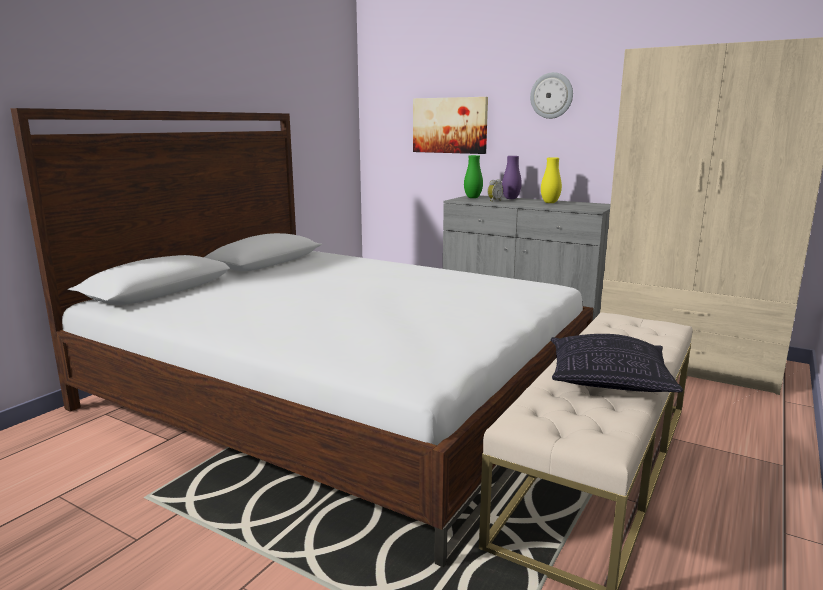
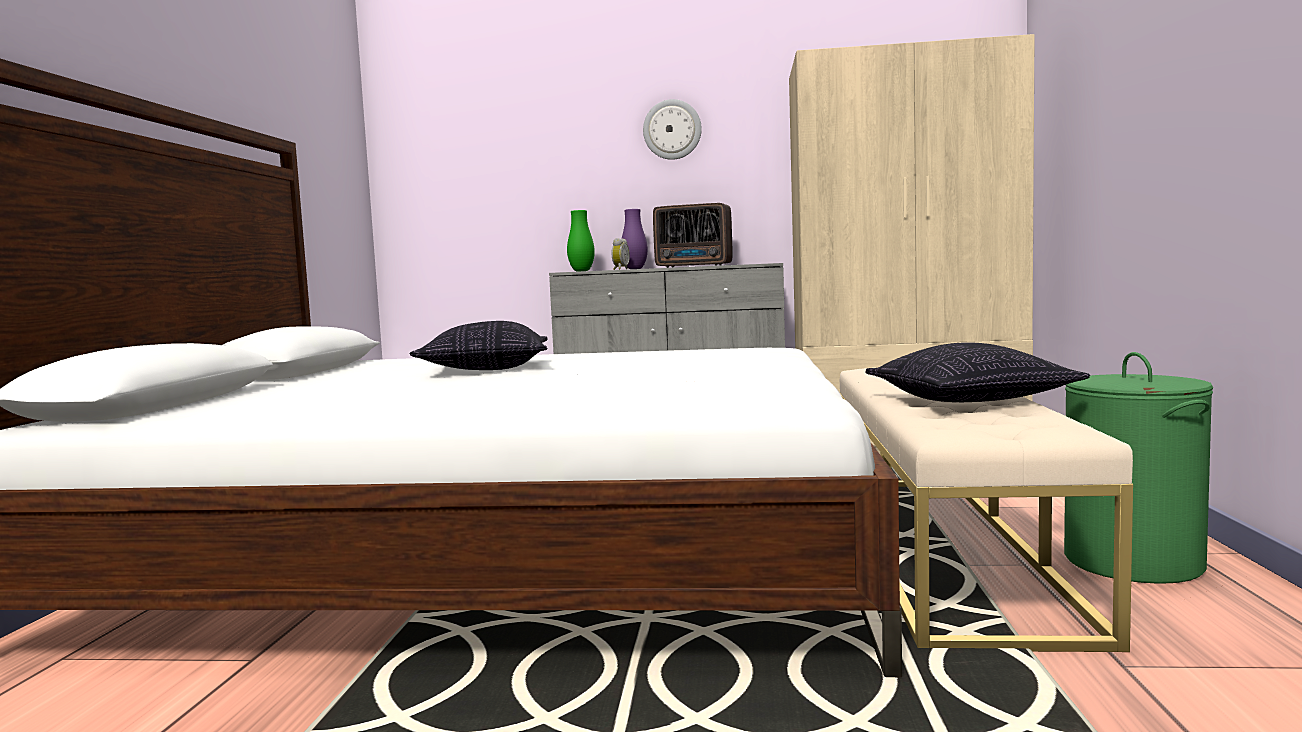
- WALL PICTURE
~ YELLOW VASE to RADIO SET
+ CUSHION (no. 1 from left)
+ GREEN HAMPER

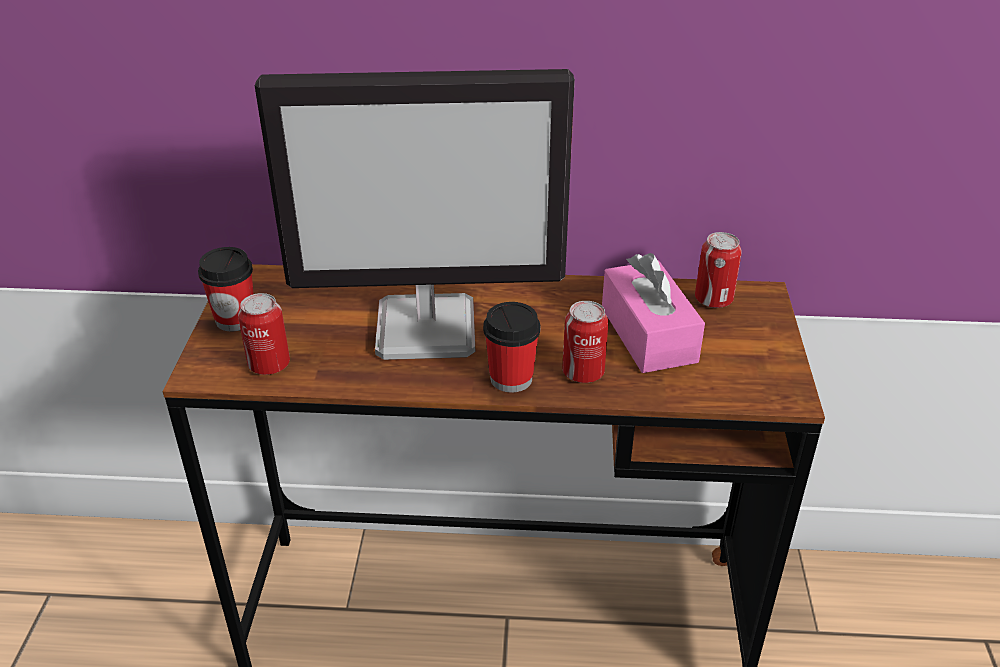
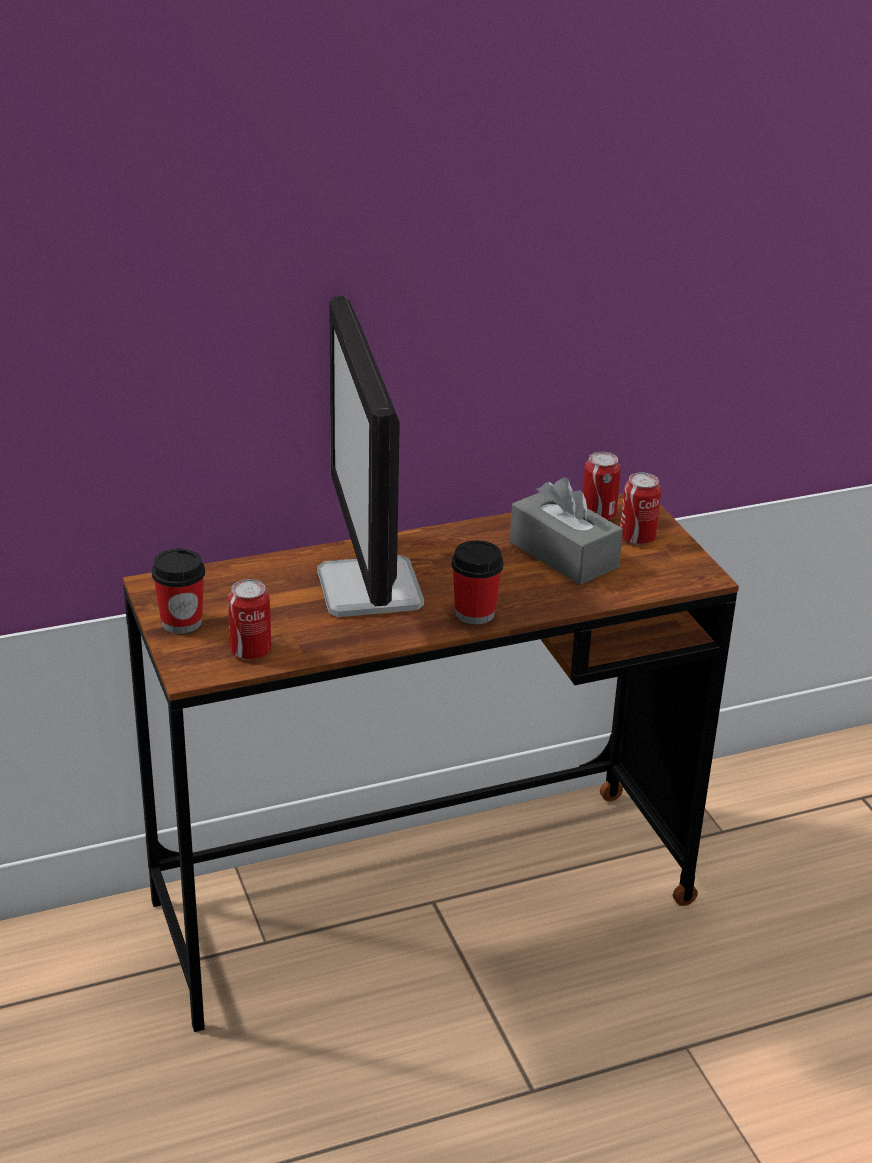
~ MONITOR 105 degrees clockwise
~ PINK TISSUE HOLDER to GREYISH TISSUE HOLDER
~ SEALED CAN (no. 2 from left in the first image) to SEALED CAN (no. 3 from left)

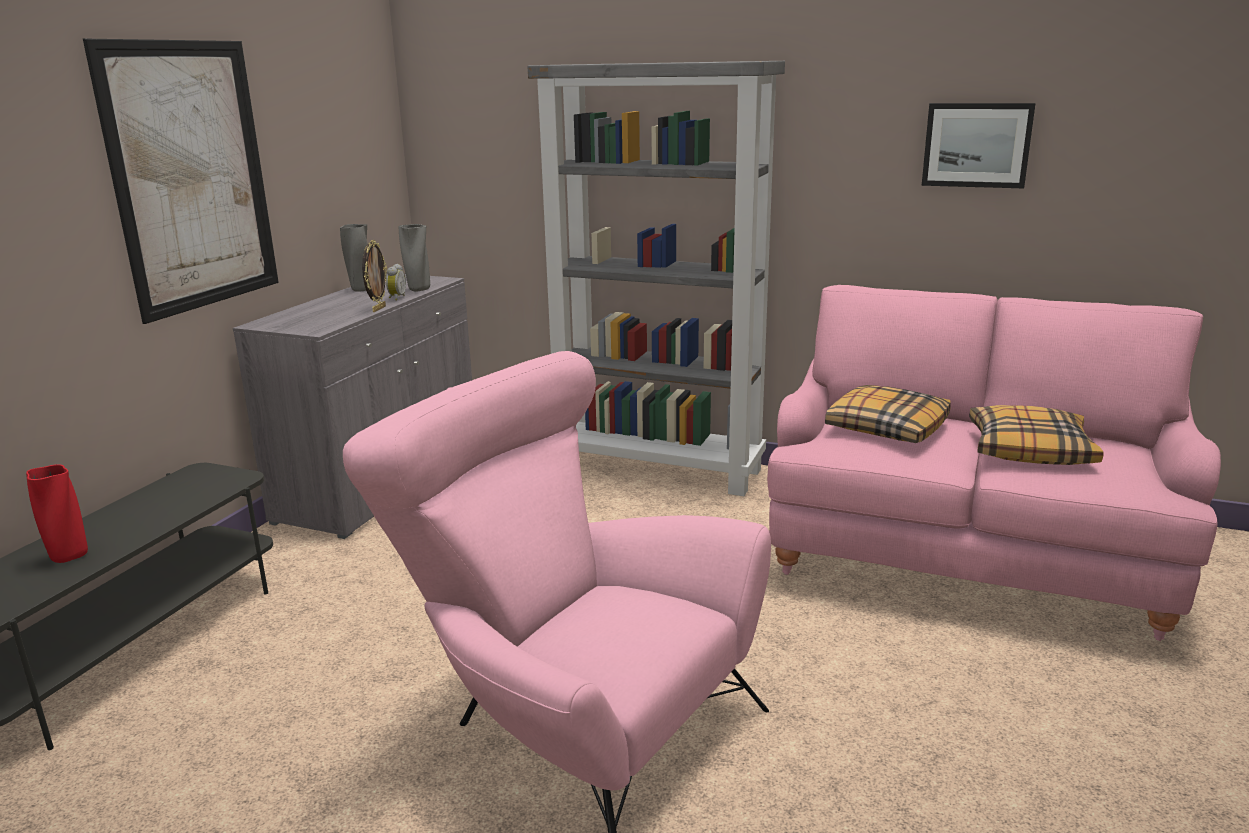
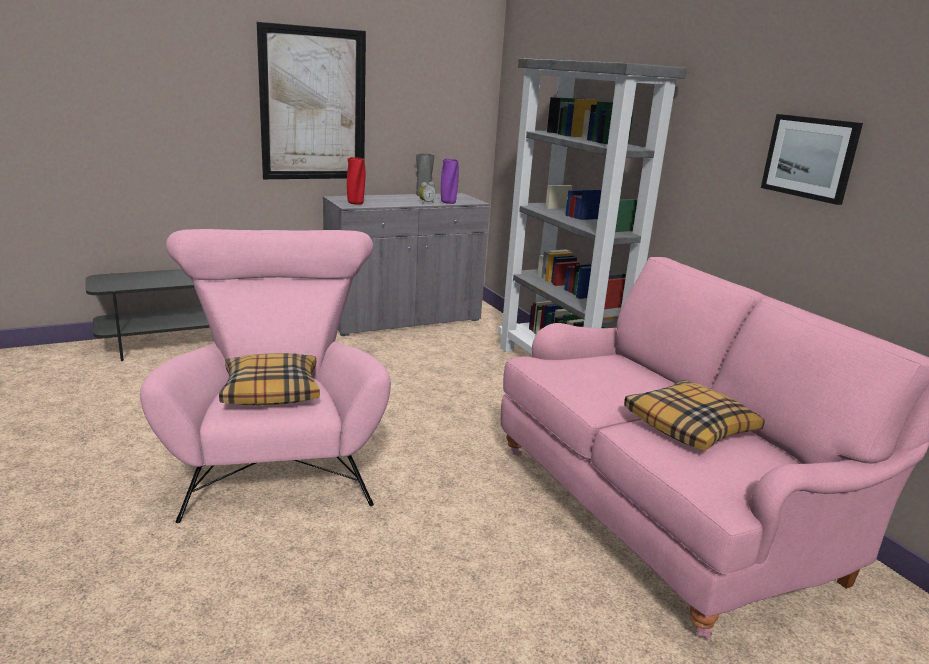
~ GREYISH VASE (no. 2 from left) to PURPLE VASE
- PICTURE FRAME
~ CUSHION (no. 1 from left)
~ RED VASE

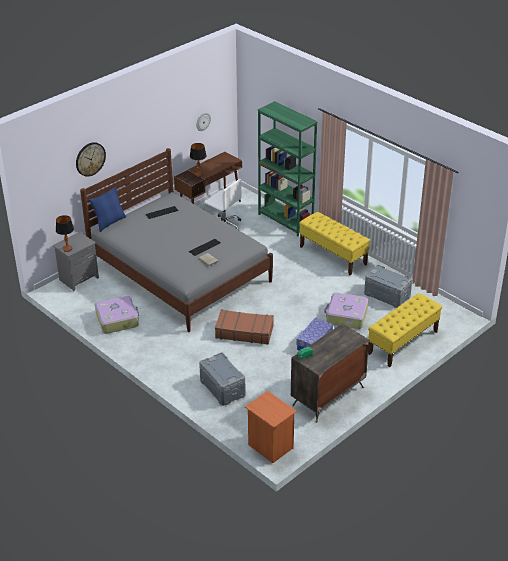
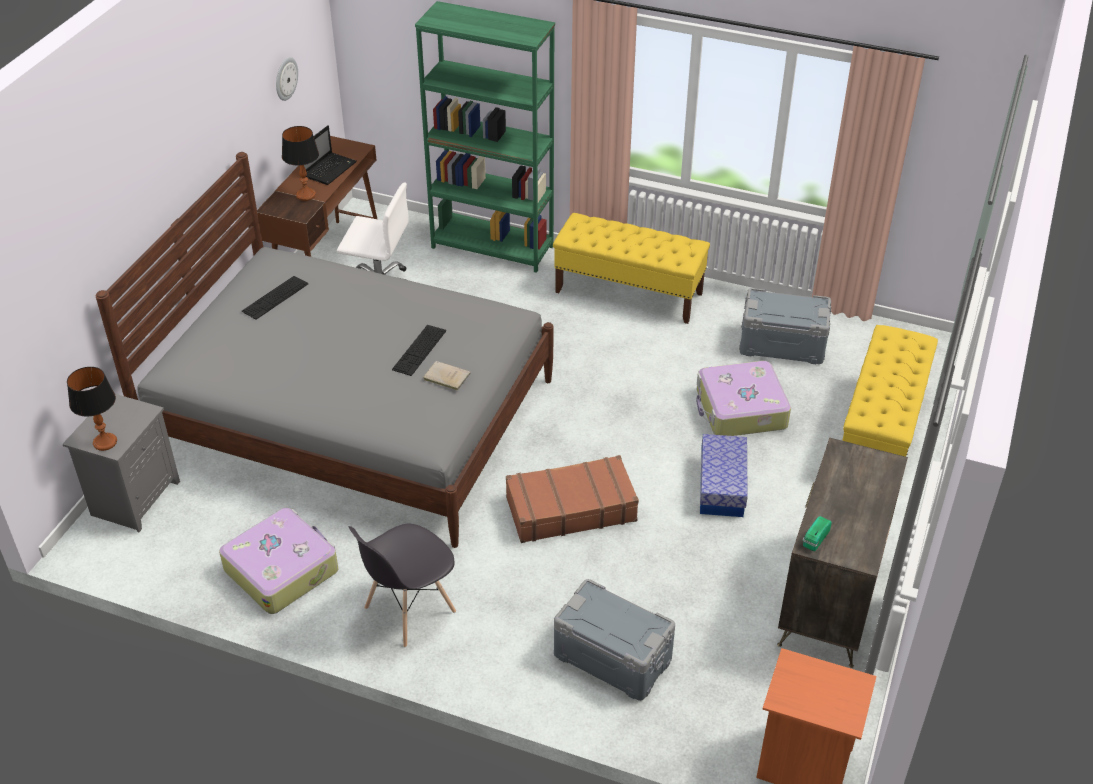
- HANGING CLOCK (no. 1 from left)
- BLUE-COLOURED CUSHION
+ LAPTOP
+ GREYISH UPRIGHT CHAIR

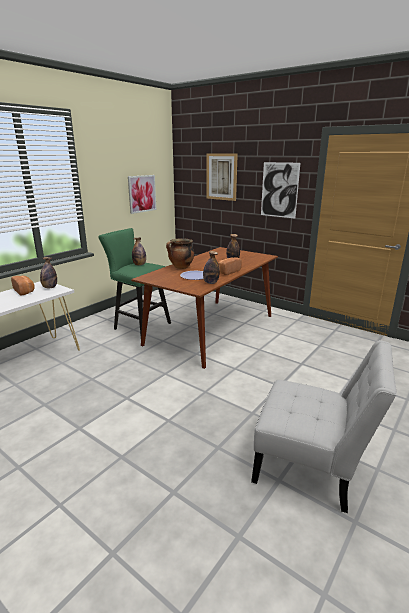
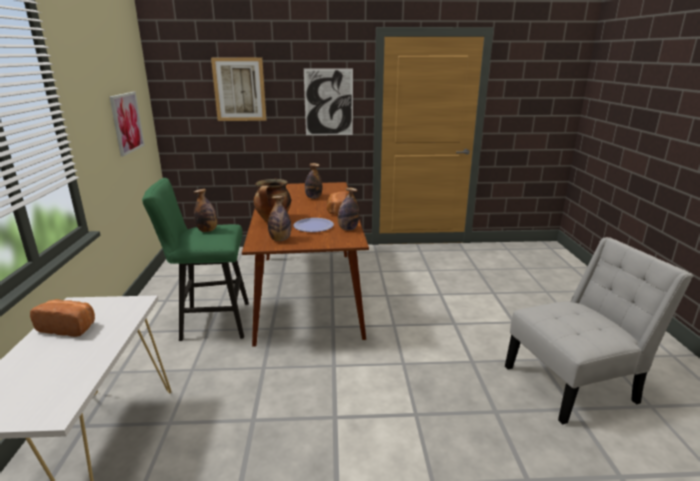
~ BOTTLE (no. 1 from left in the first image) to BOTTLE (no. 2 from left)

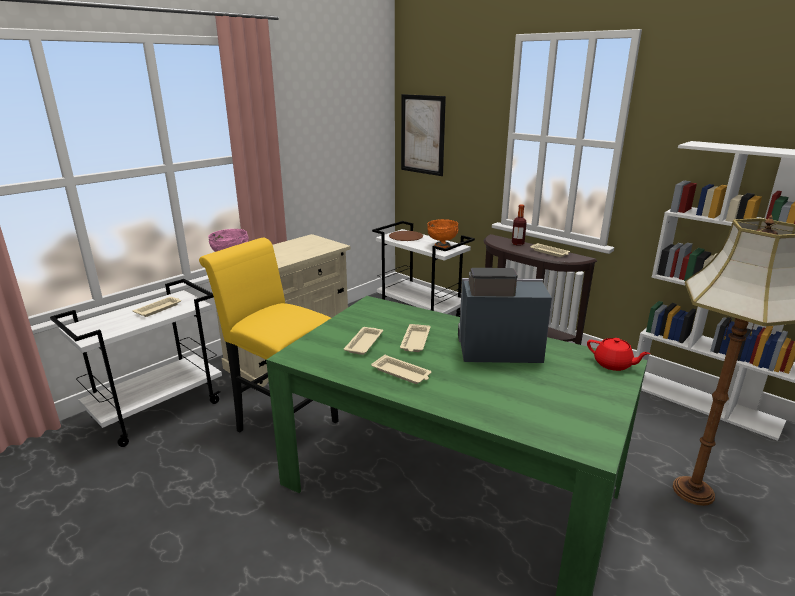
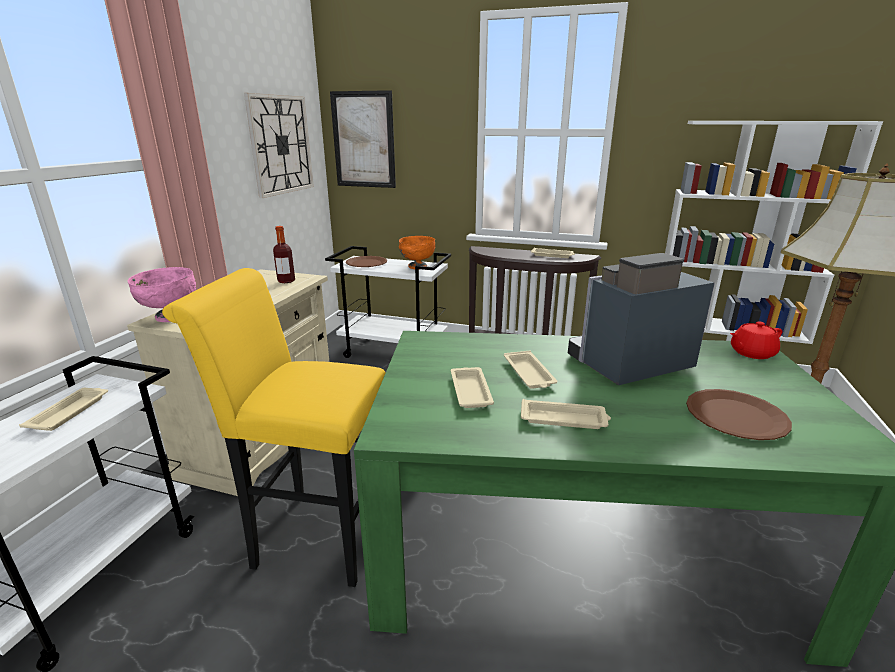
~ BOTTLE
~ RED TEAPOT 150 degrees clockwise
+ HANGING CLOCK
+ BROWN FLAT DISH (no. 2 from left)

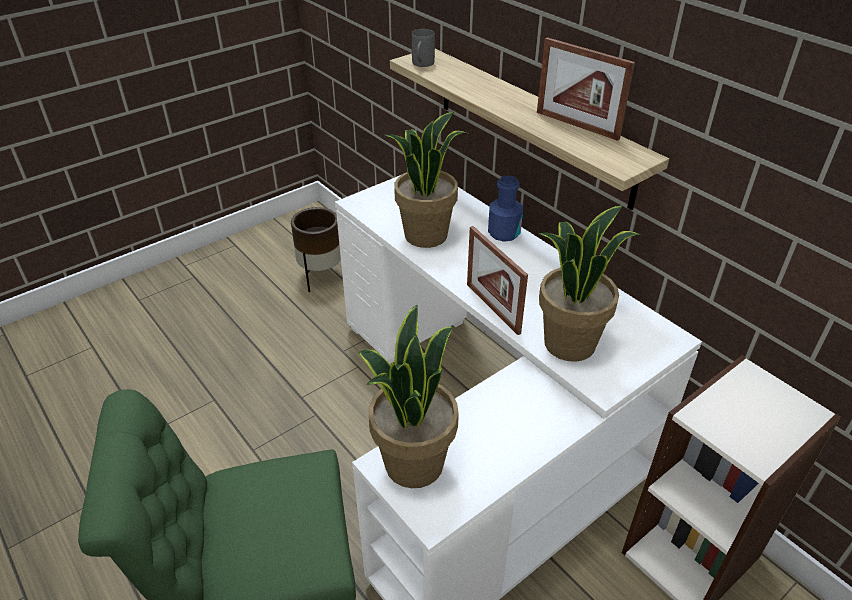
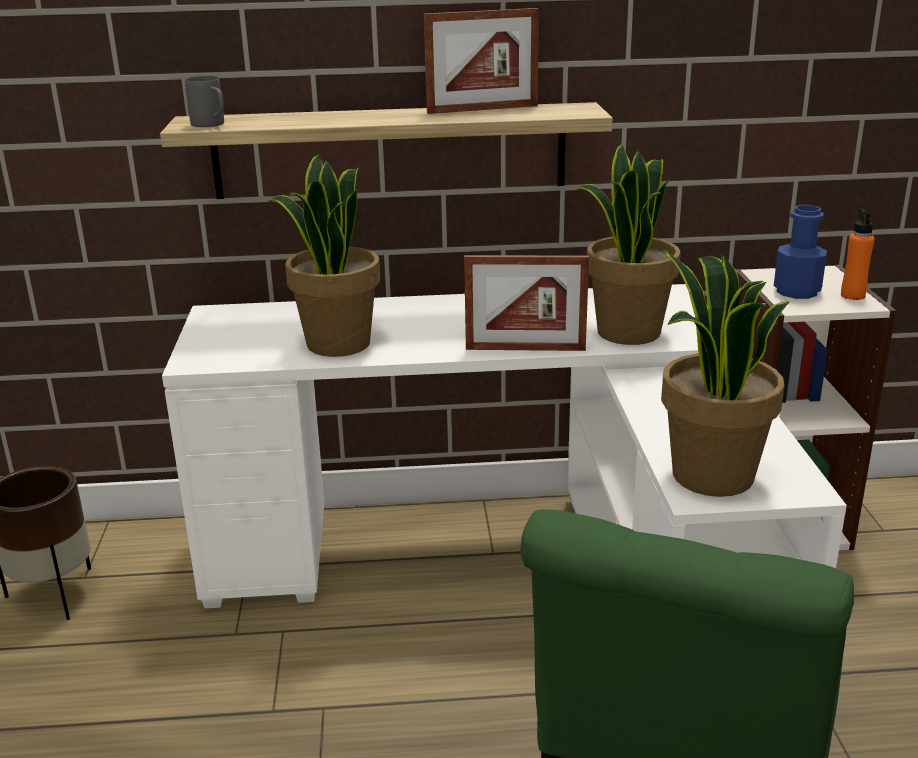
~ BLUE-COLOURED BOTTLE
+ ORANGE-COLOURED BOTTLE

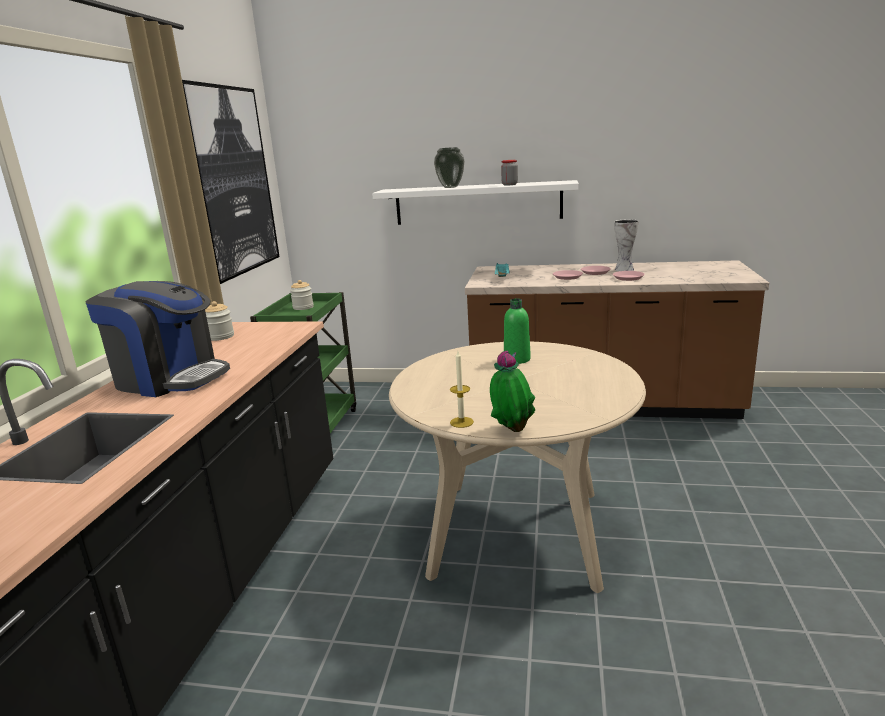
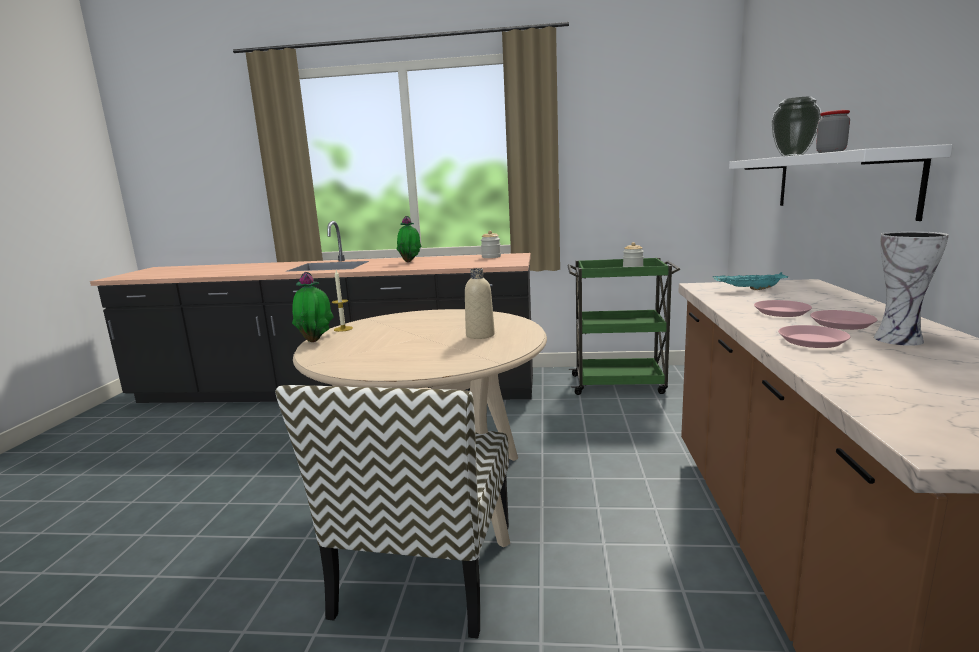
- WALL PICTURE
~ COFFEE MACHINE to POTTED PLANT (no. 2 from left)
~ GREEN BOTTLE to BEIGE-COLOURED BOTTLE
+ UPRIGHT CHAIR

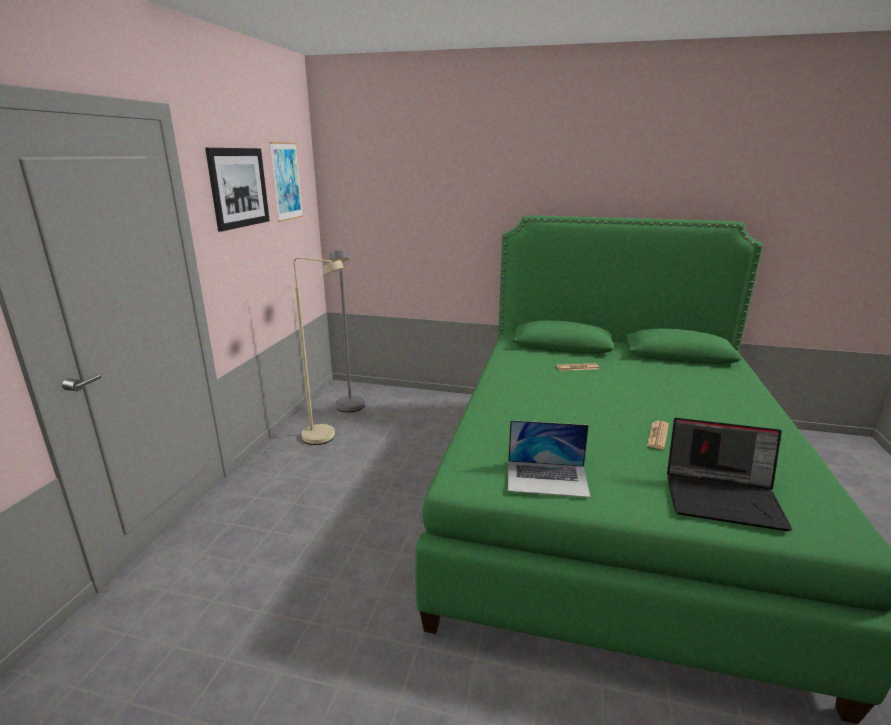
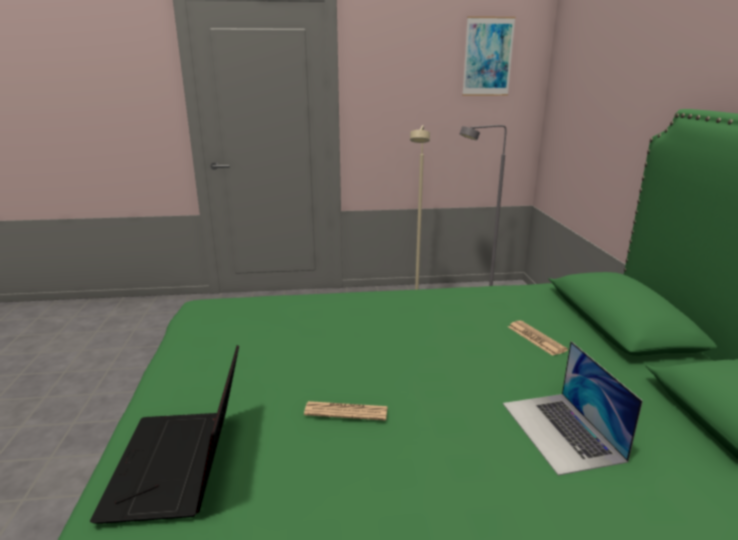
- WALL PICTURE (no. 1 from left)
~ LAPTOP (no. 1 from left in the first image) to LAPTOP (no. 2 from left)

